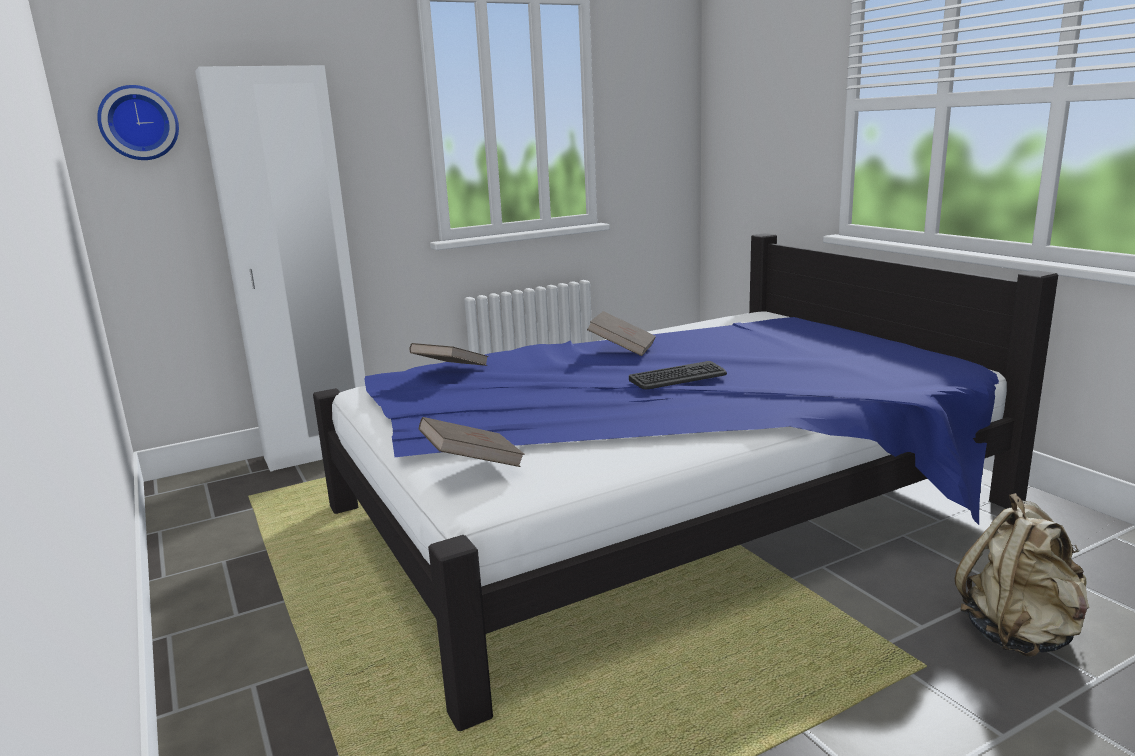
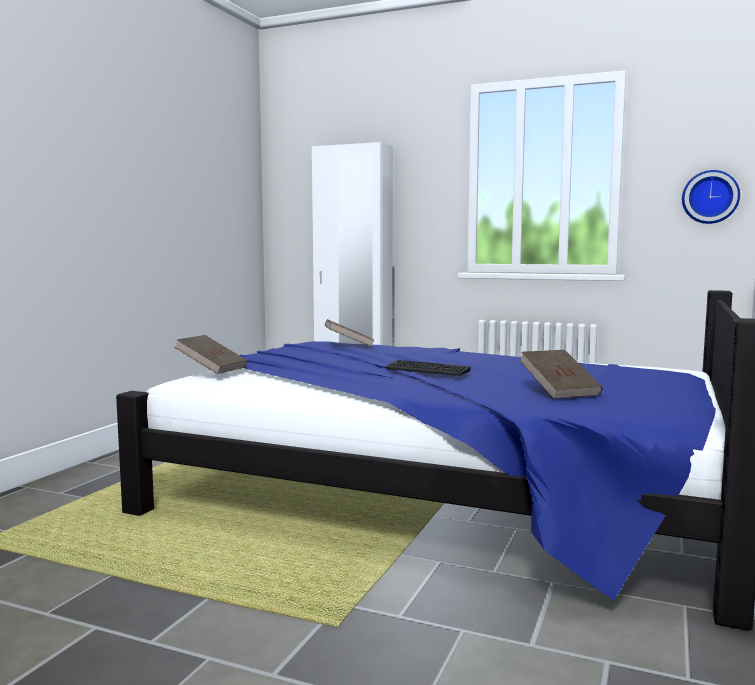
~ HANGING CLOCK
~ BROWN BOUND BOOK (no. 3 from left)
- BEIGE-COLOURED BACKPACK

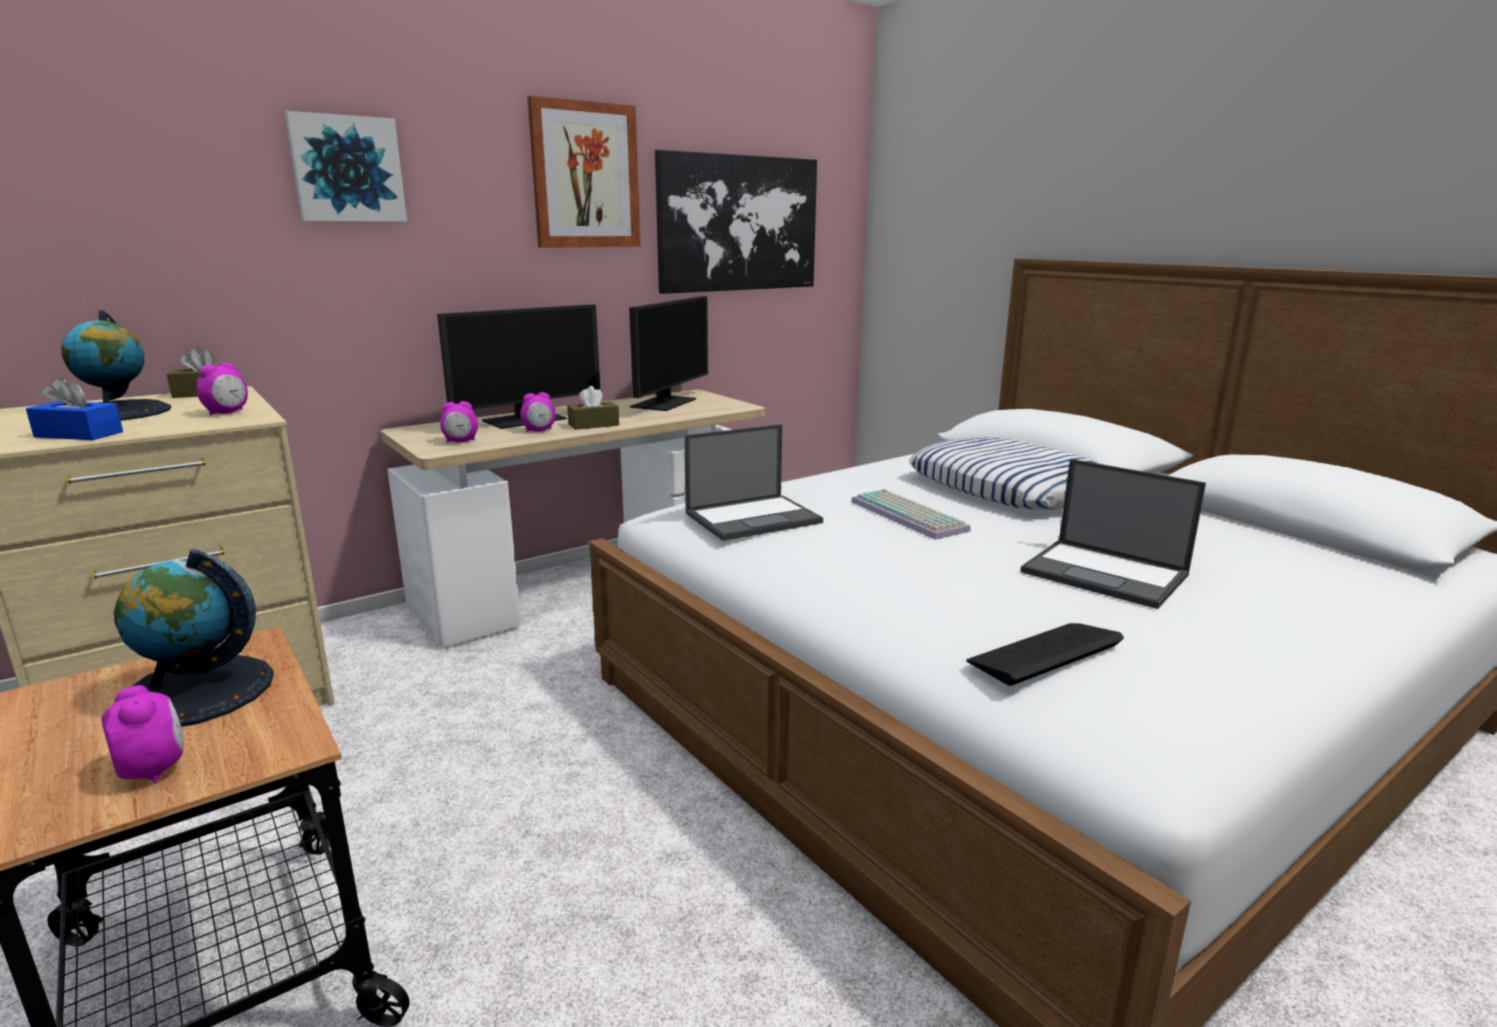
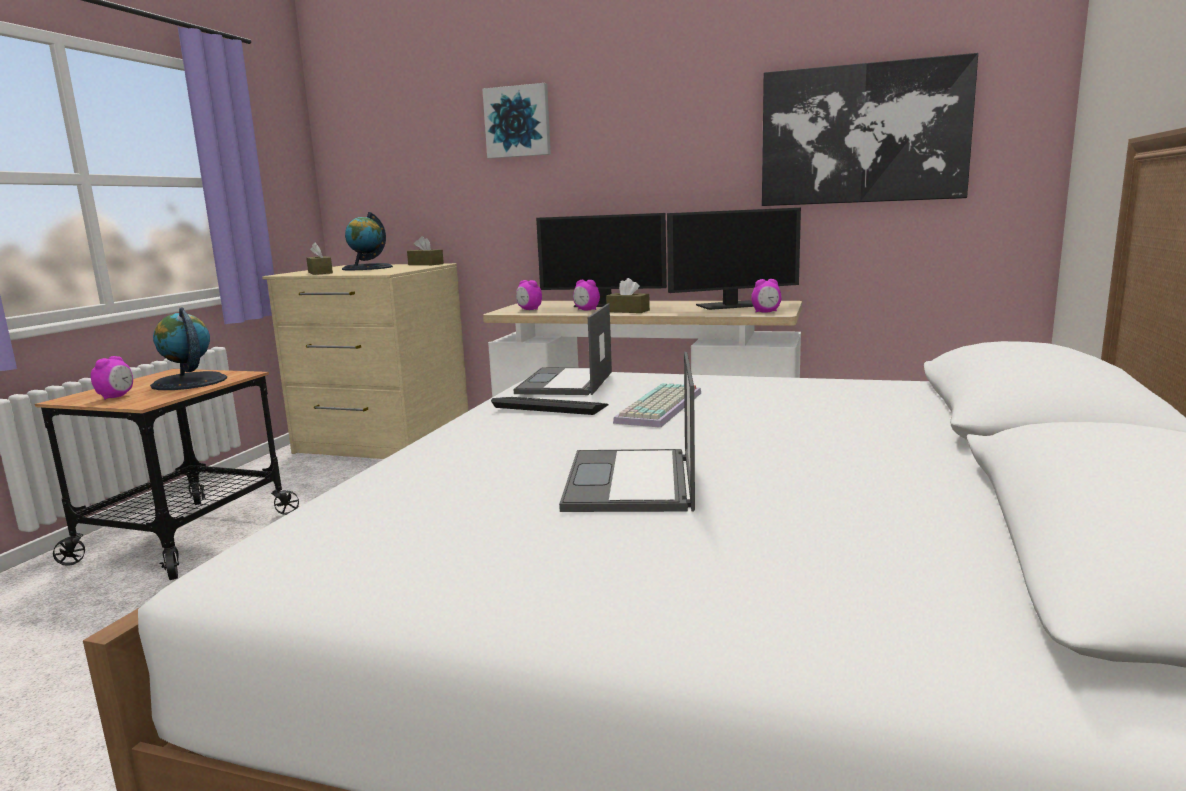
- WALL PICTURE (no. 2 from left)
~ TABLE CLOCK (no. 2 from left in the first image) to TABLE CLOCK (no. 4 from left)
~ BLUE-COLOURED TISSUE HOLDER to BROWN TISSUE HOLDER (no. 1 from left)
~ LAPTOP (no. 1 from left) 75 degrees clockwise
- CUSHION
~ KEYBOARD (no. 2 from left in the first image) to KEYBOARD (no. 1 from left)

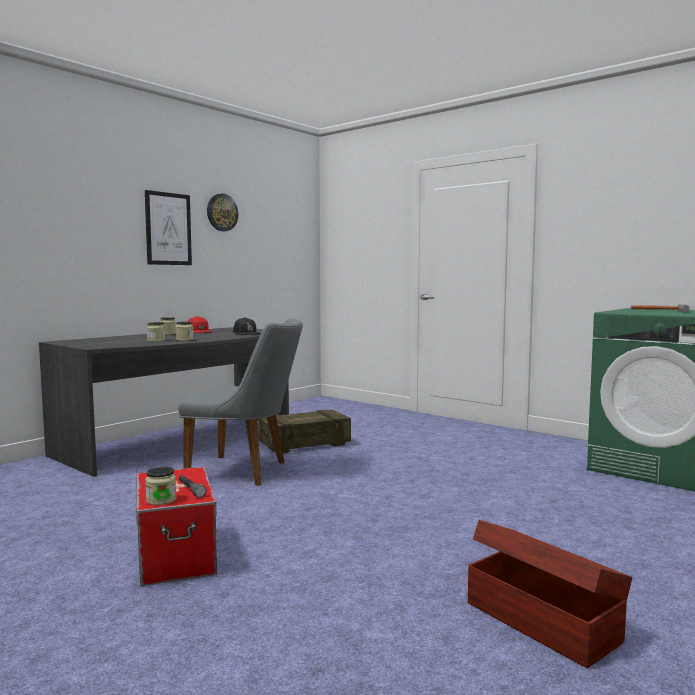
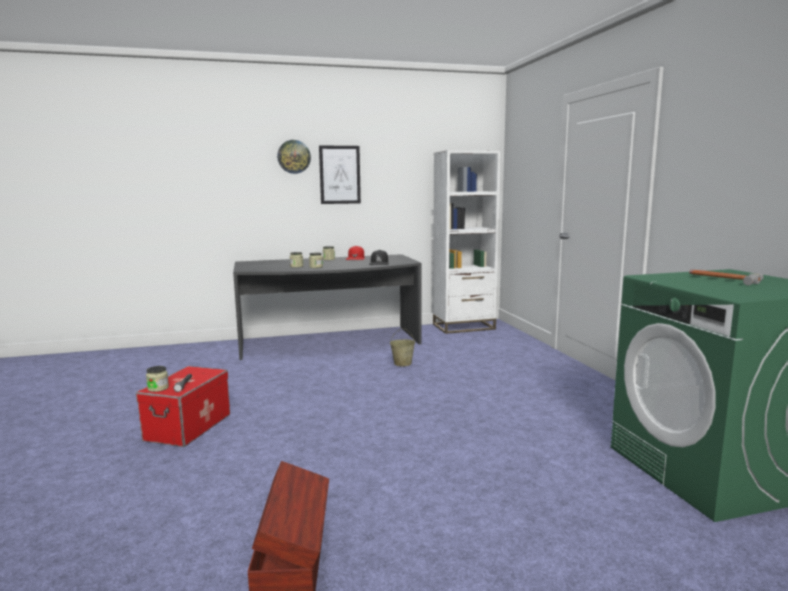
~ HANGING CLOCK
- GREYISH UPRIGHT CHAIR
~ SHIPPING CRATE to BEIGE-COLOURED BUCKET
+ WHITE BOOKSHELF

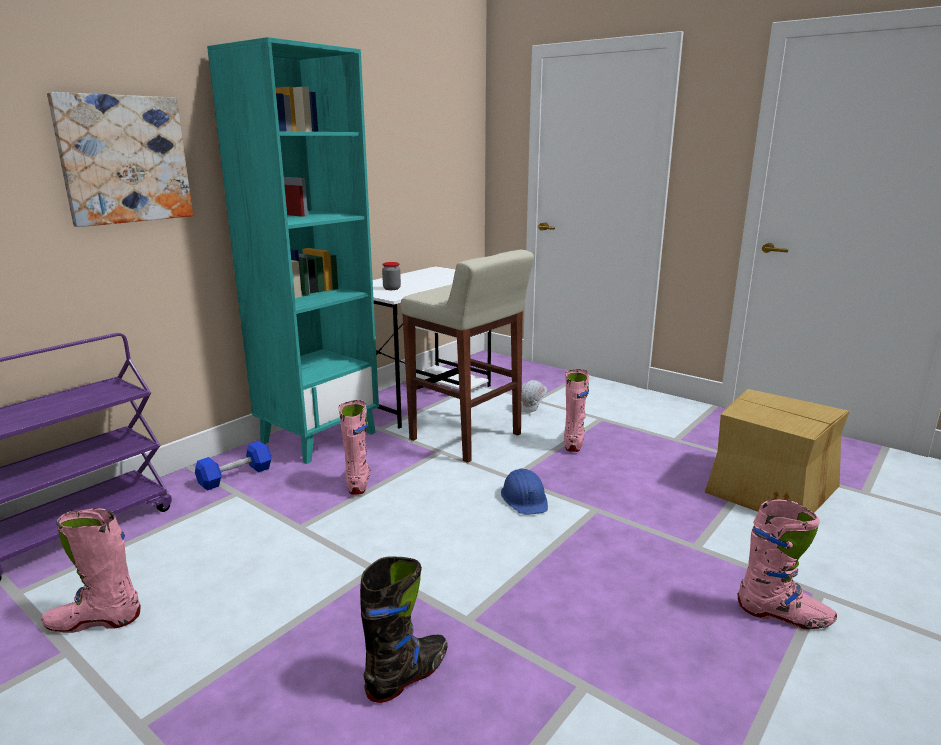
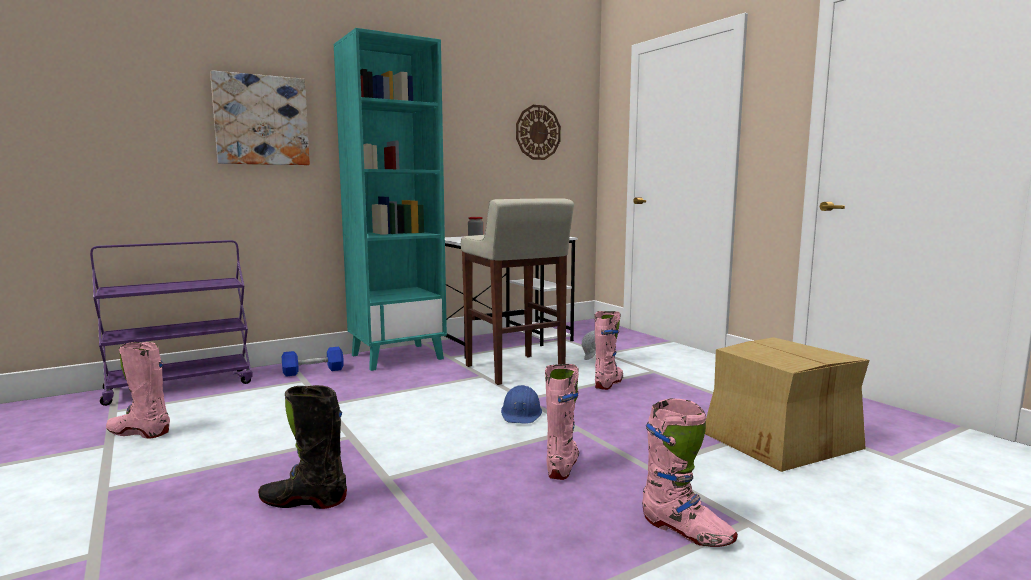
~ PINK BOOT (no. 2 from left)
~ BLACK BOOT 150 degrees counterclockwise
+ HANGING CLOCK

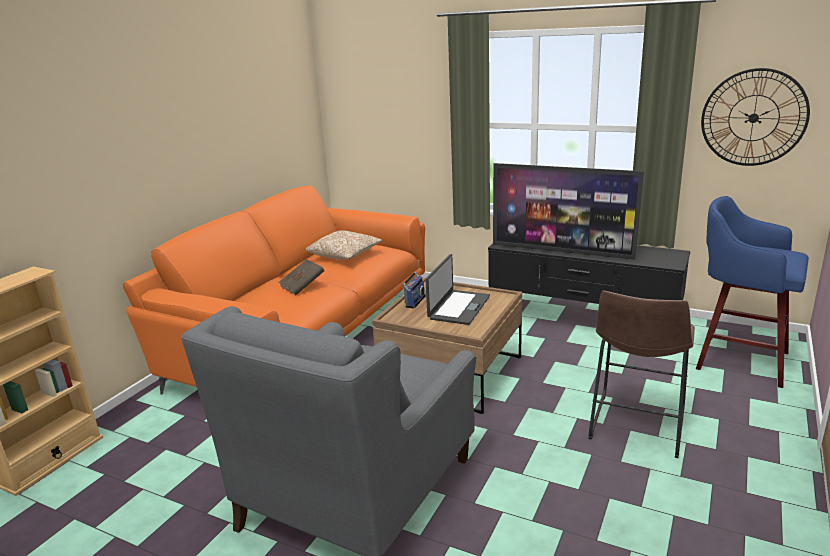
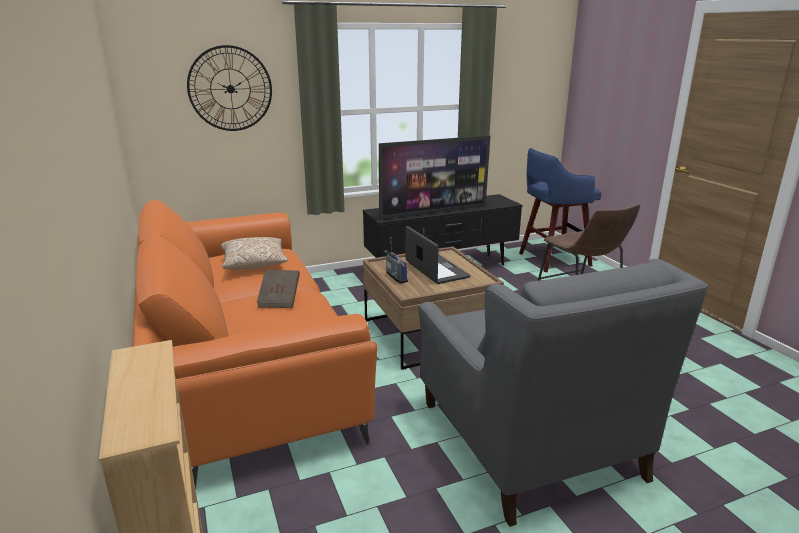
~ HANGING CLOCK

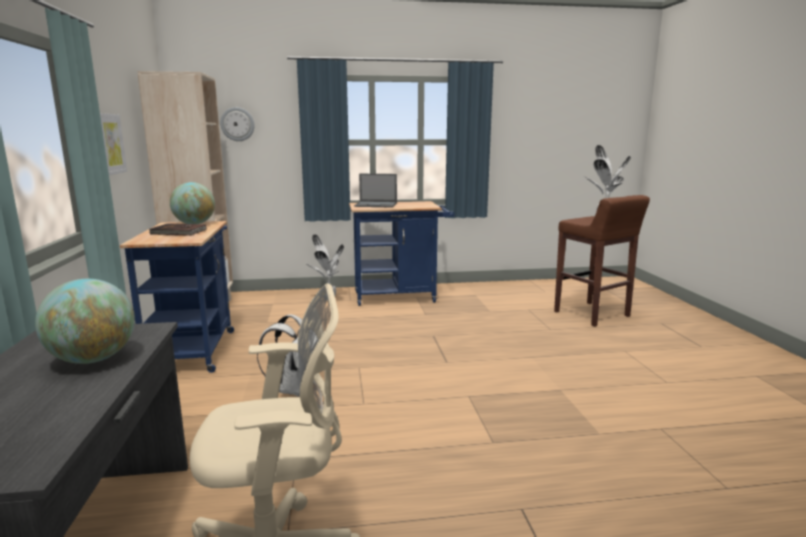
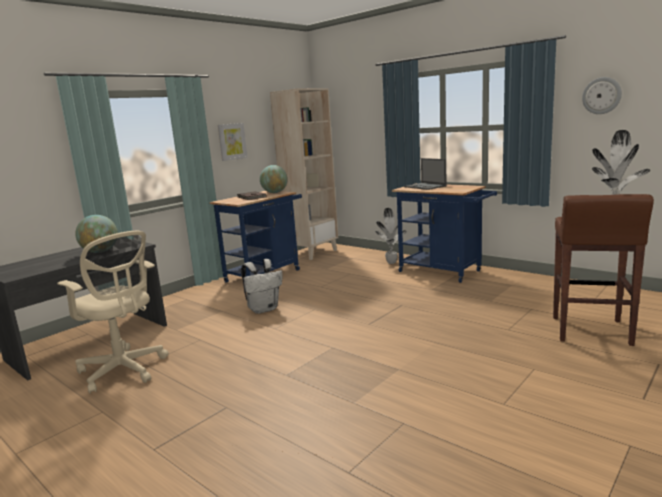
~ HANGING CLOCK

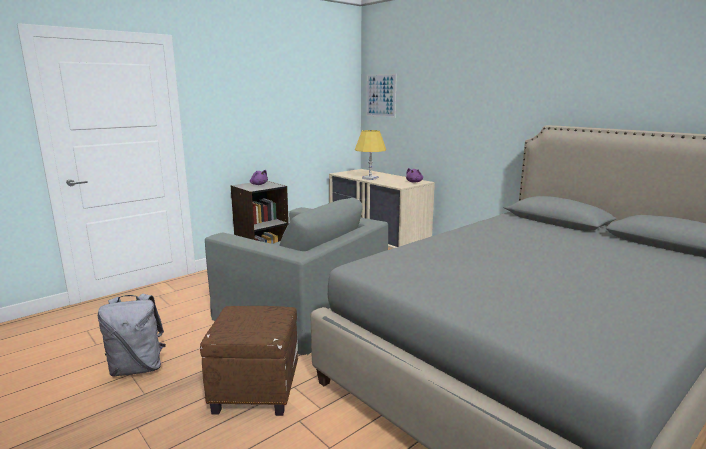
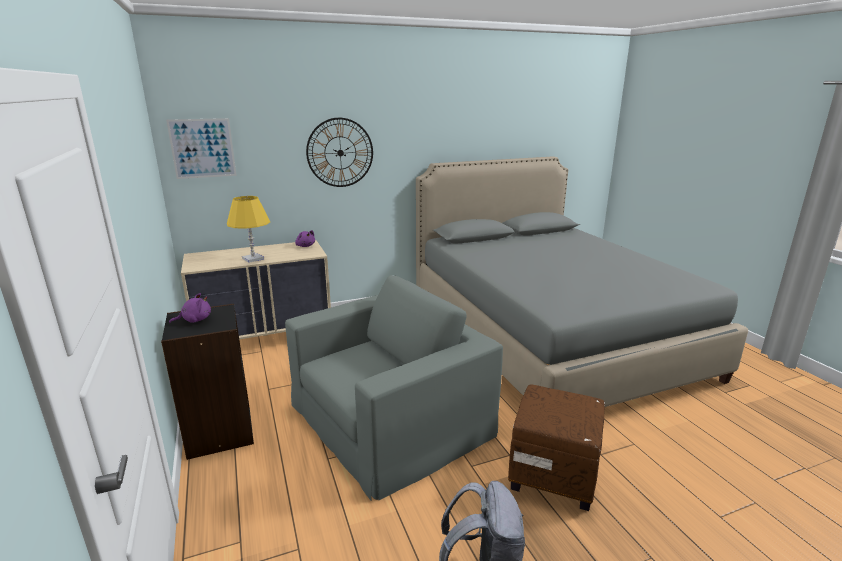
+ HANGING CLOCK

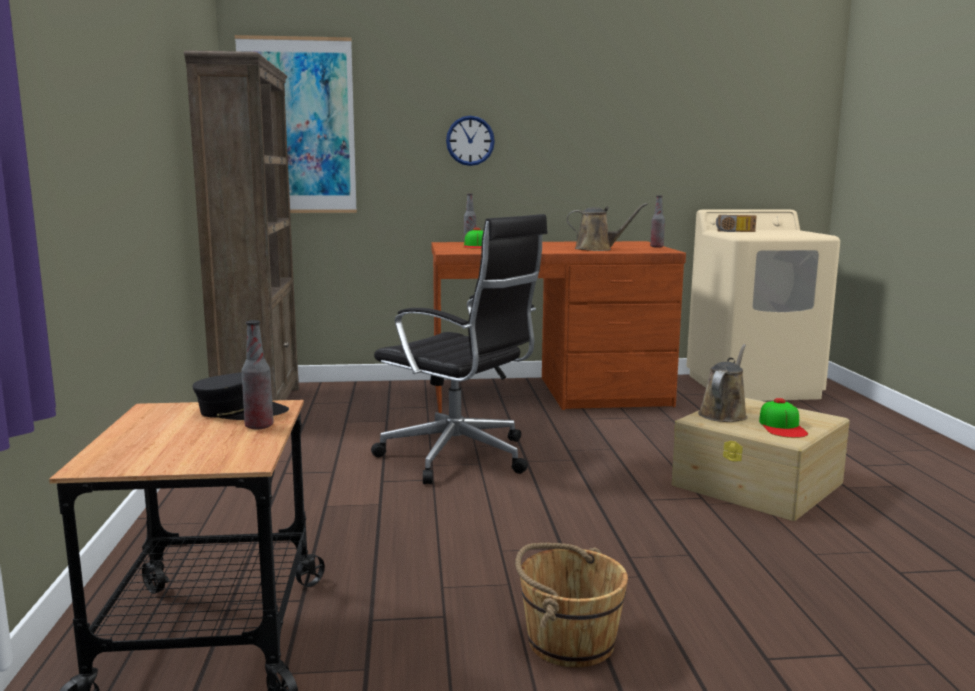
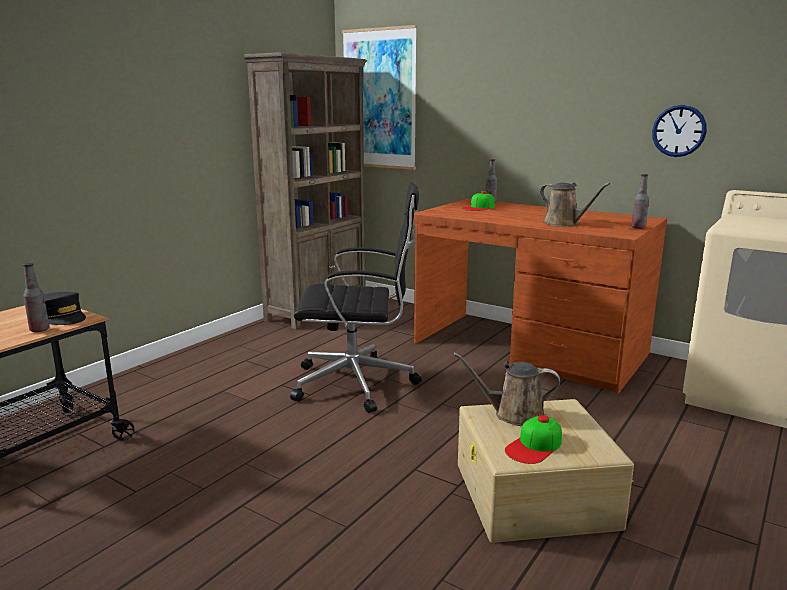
~ HANGING CLOCK
~ BLACK DESK CHAIR 75 degrees counterclockwise
- RADIO SET
~ BROWN WATERING POT (no. 2 from left in the first image) 150 degrees counterclockwise
- BROWN BUCKET

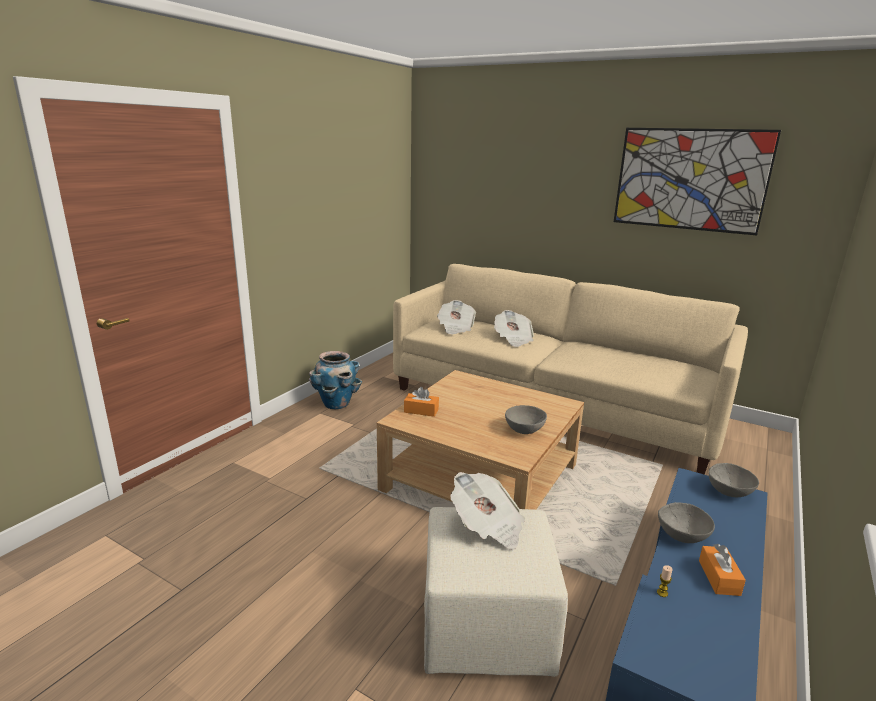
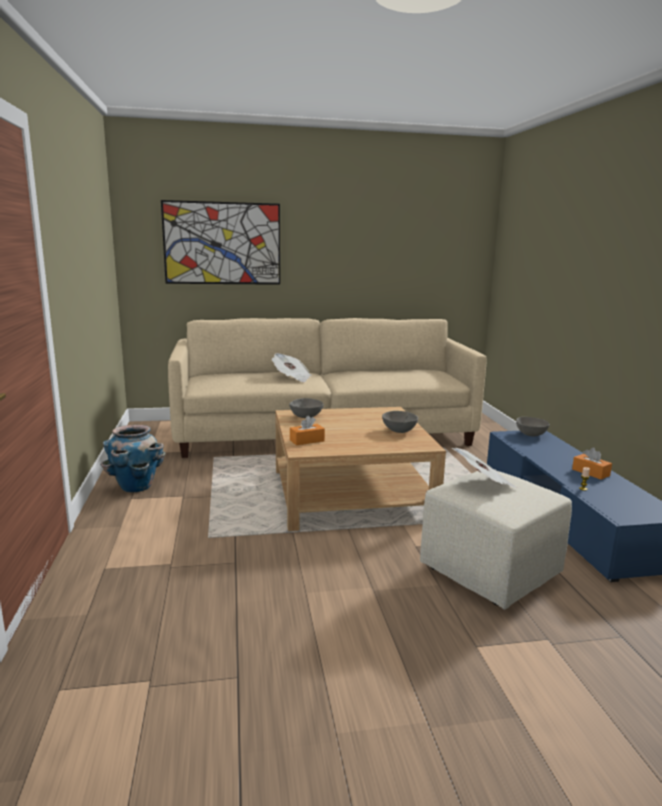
~ WALL PICTURE
- NEWSPAPER (no. 1 from left)
~ GREYISH SERVING BOWL (no. 2 from left in the first image) to GREYISH SERVING BOWL (no. 1 from left)

